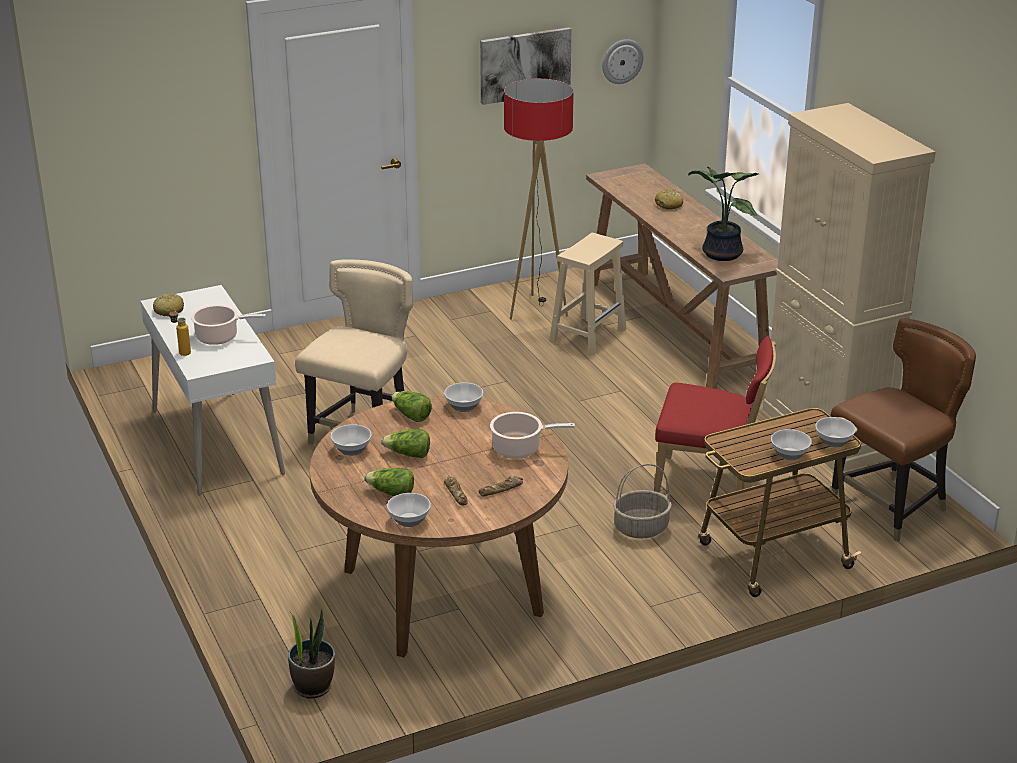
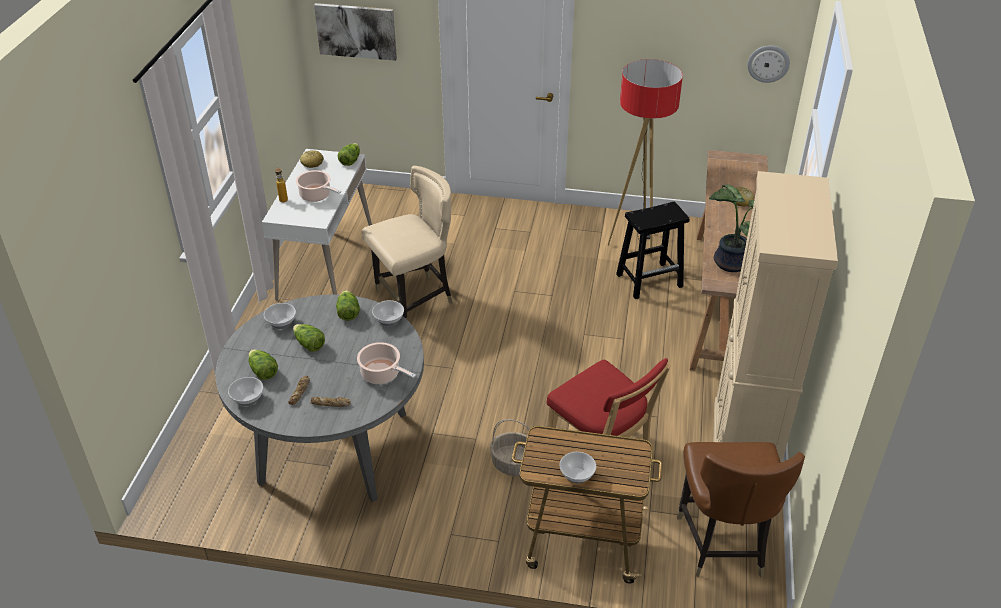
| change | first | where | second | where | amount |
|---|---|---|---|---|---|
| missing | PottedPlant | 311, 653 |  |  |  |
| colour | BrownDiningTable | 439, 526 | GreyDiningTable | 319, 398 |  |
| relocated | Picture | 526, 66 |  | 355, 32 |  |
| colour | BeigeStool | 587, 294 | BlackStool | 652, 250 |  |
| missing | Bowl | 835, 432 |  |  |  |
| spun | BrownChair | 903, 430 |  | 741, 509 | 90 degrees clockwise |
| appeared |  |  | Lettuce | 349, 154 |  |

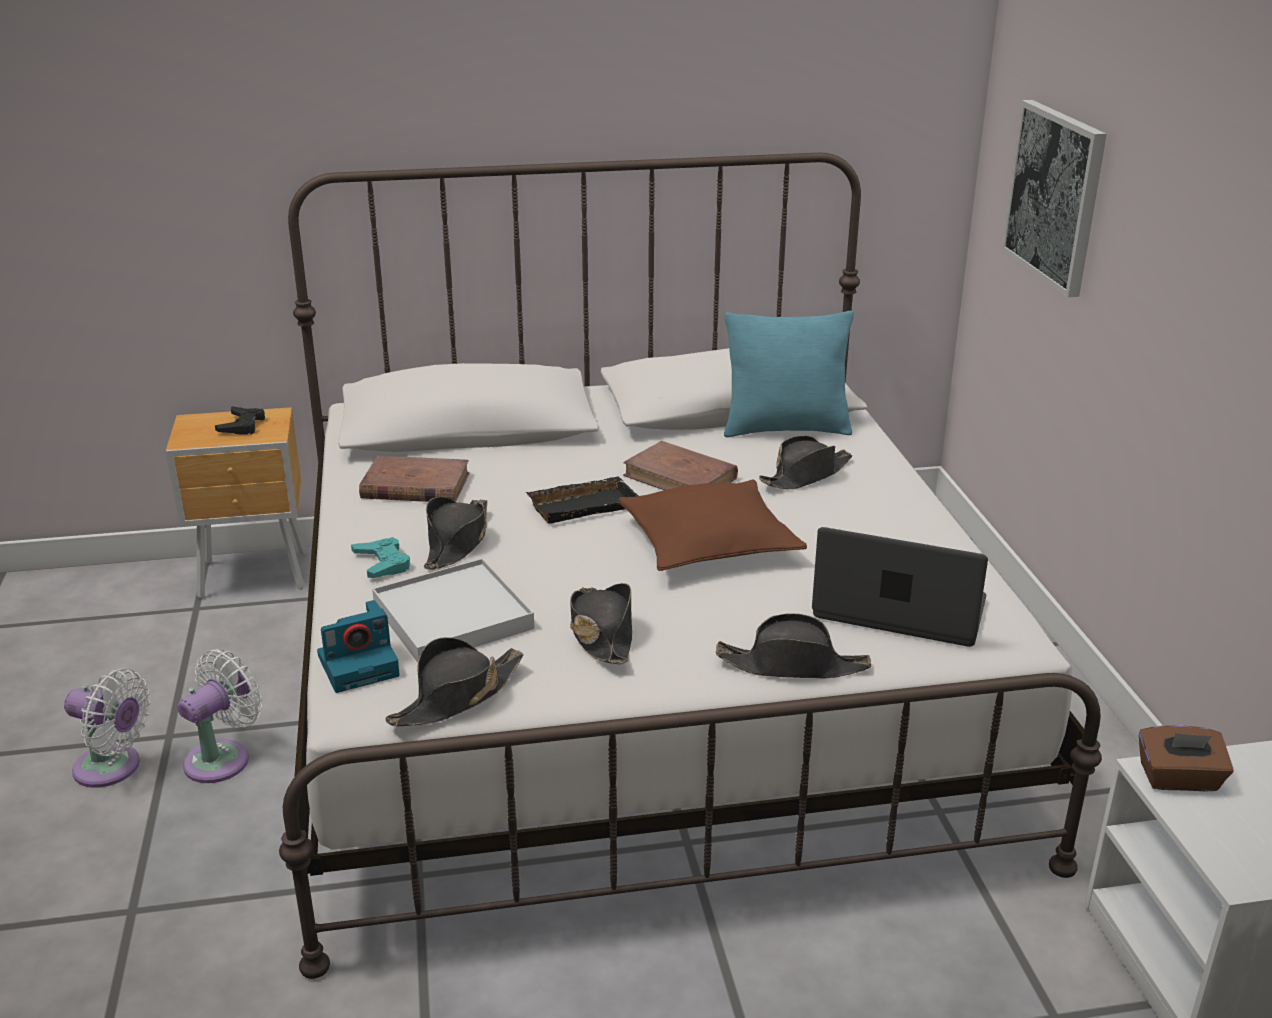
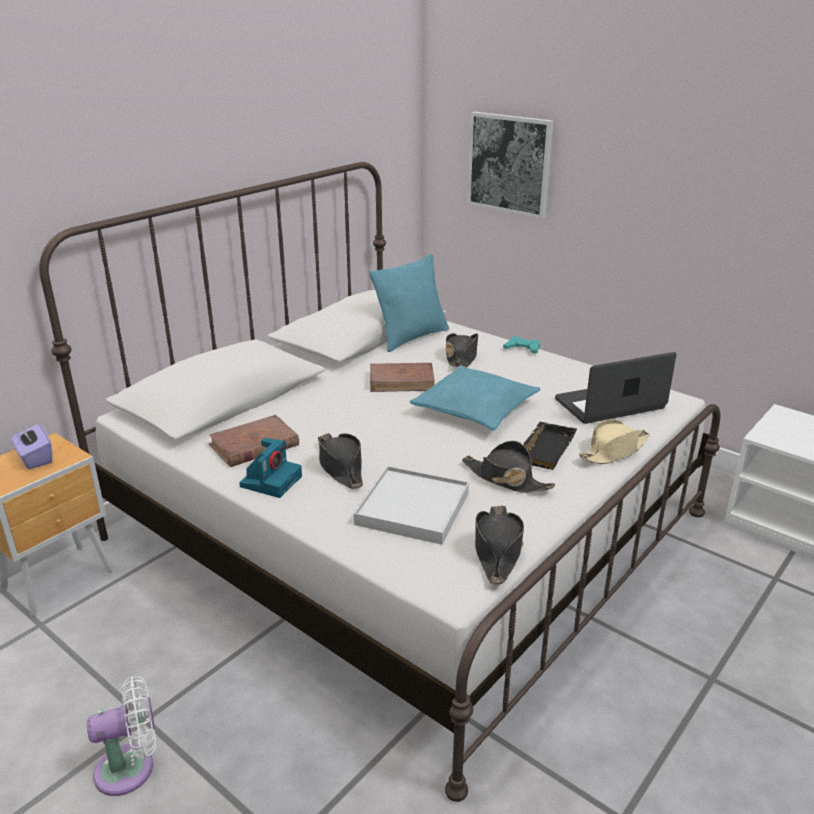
| change | first | where | second | where | amount |
|---|---|---|---|---|---|
| missing | WhiteFan | 220, 716 |  |  |  |
| exchanged | BlackGameController | 240, 420 | PurpleTissueBox | 32, 446 |  |
| relocated | PhotoCamera | 358, 646 |  | 270, 468 |  |
| relocated | TurquoiseGameController | 380, 557 |  | 521, 345 |  |
| relocated | BlackTray | 582, 499 |  | 550, 446 |  |
| colour | BrownPillow | 713, 525 | TurquoisePillow | 474, 398 |  |
| colour | BlackHat | 793, 646 | BeigeHat | 614, 441 |  |
| missing | BrownTissueBox | 1186, 758 |  |  |  |

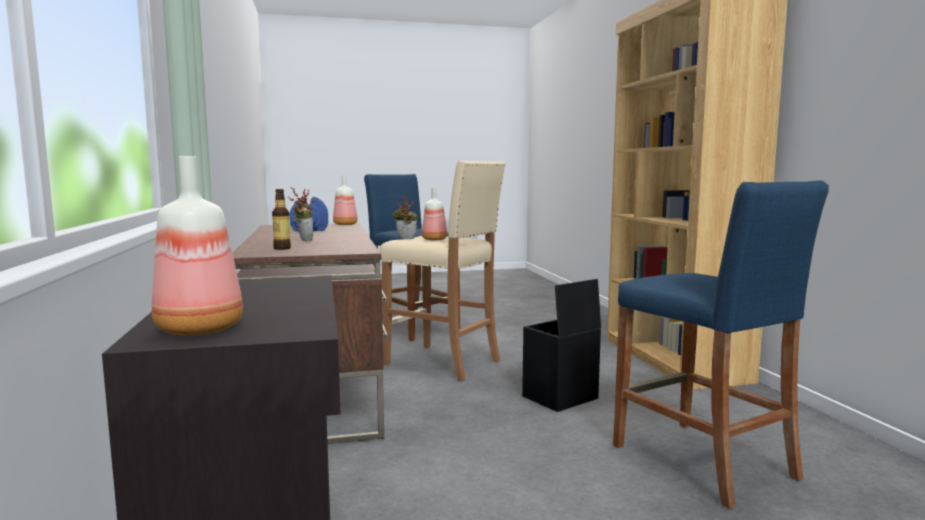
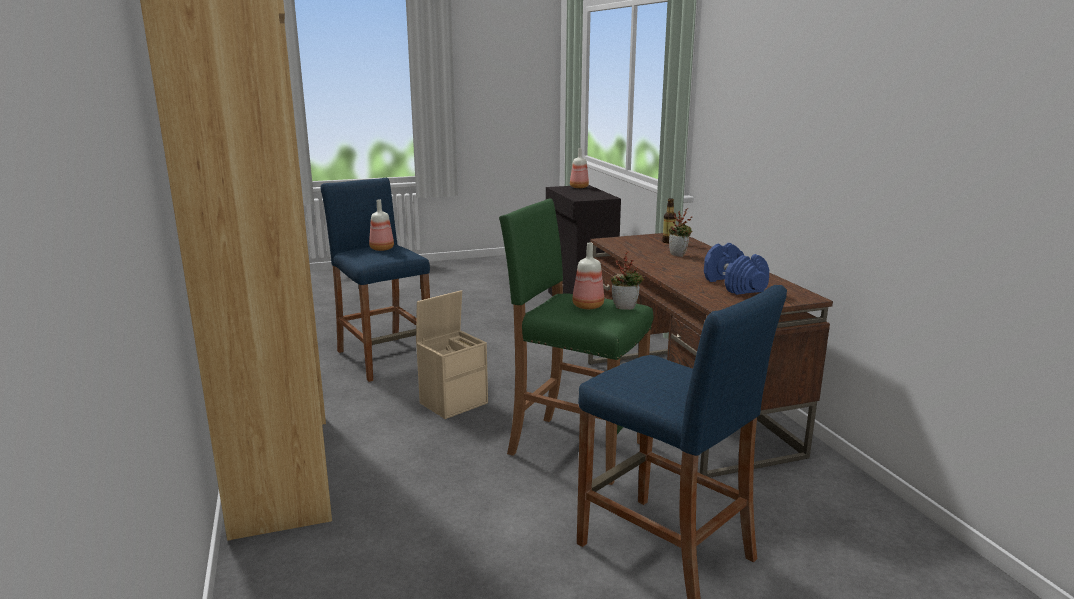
| change | first | where | second | where | amount |
|---|---|---|---|---|---|
| relocated | Bottle | 345, 200 |  | 381, 225 |  |
| colour | BeigeStool | 442, 271 | GreenStool | 576, 342 |  |
| colour | BlackStorageBox | 561, 345 | BeigeStorageBox | 452, 354 |  |

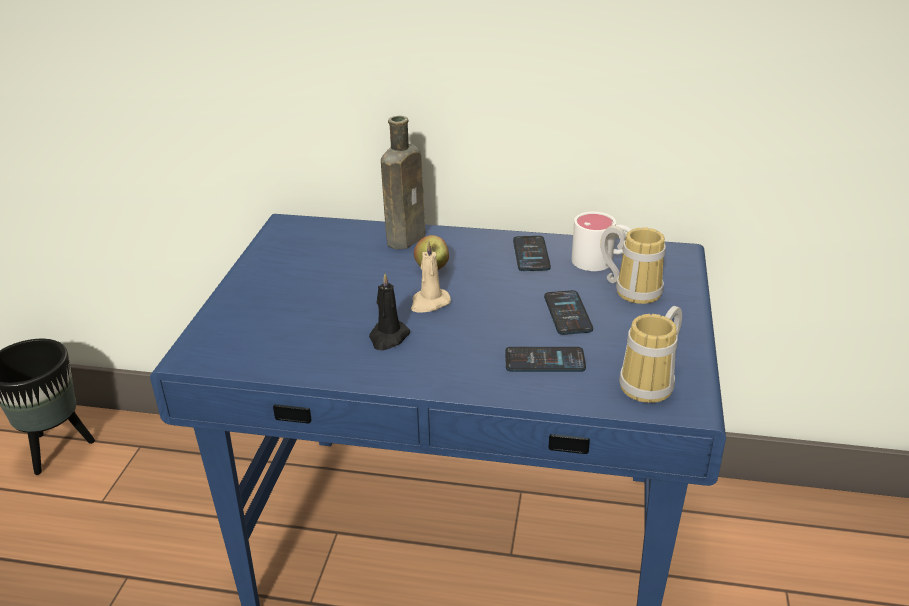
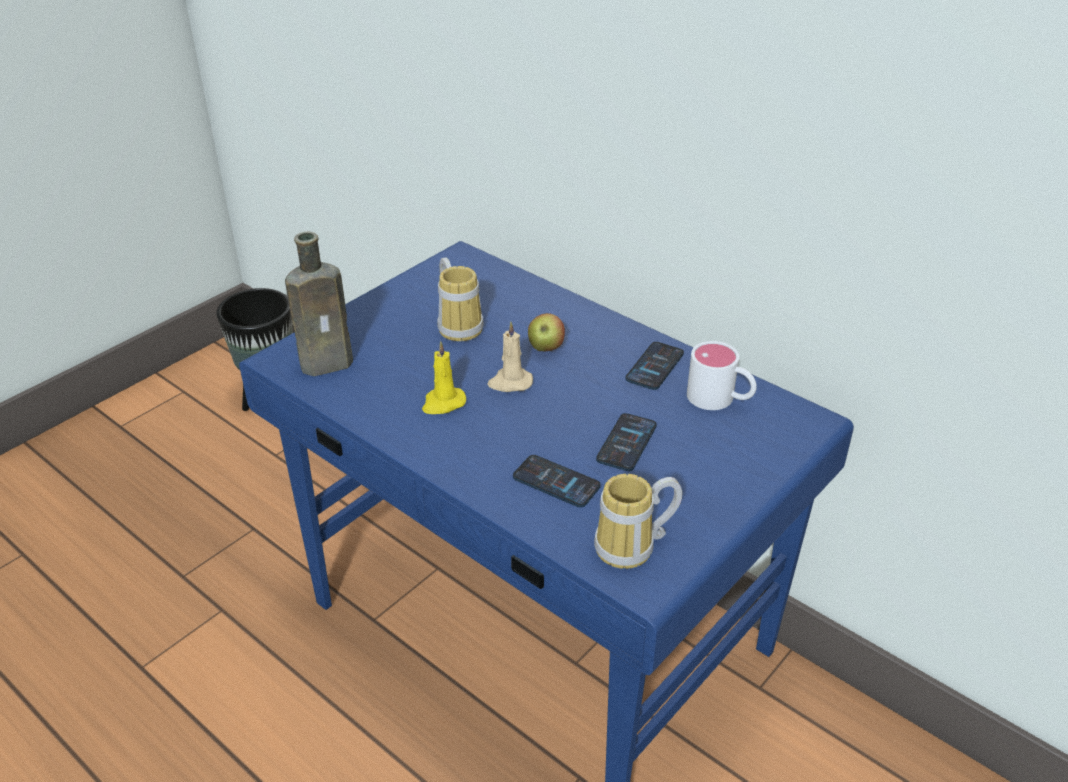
| change | first | where | second | where | amount |
|---|---|---|---|---|---|
| colour | BlackCandle | 389, 311 | YellowCandle | 444, 377 |  |
| relocated | BrownBottle | 403, 182 |  | 319, 304 |  |
| relocated | Mug | 633, 264 |  | 461, 299 |  |

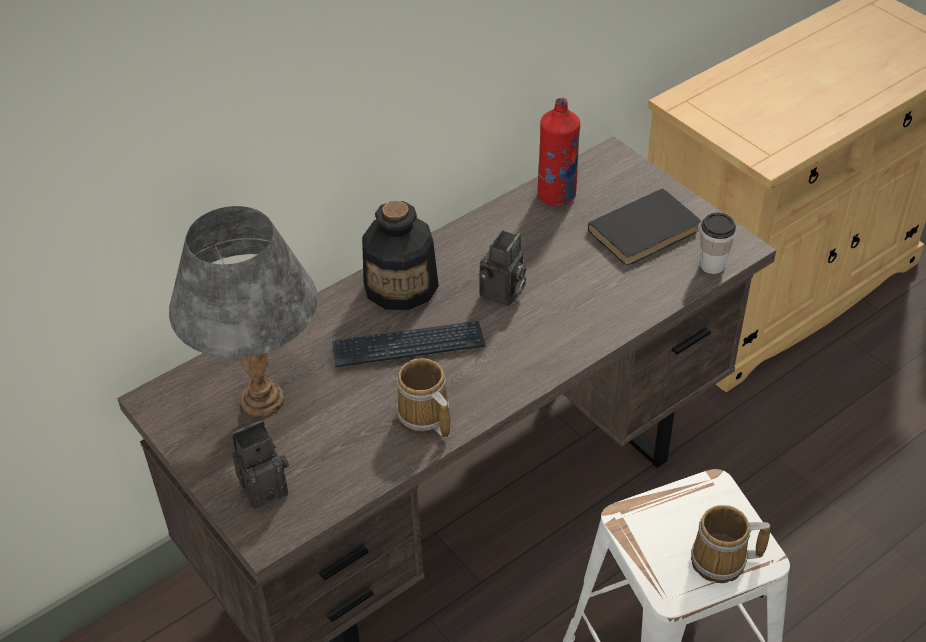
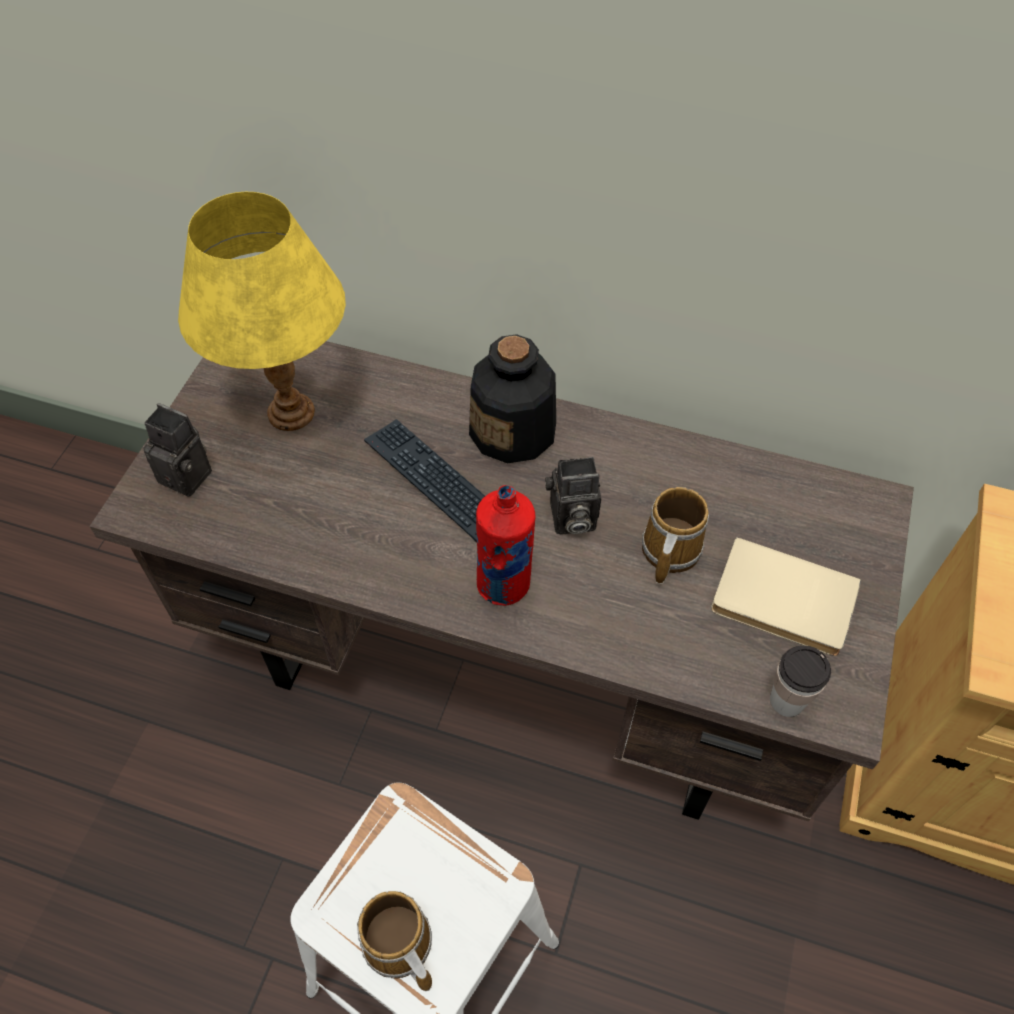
| change | first | where | second | where | amount |
|---|---|---|---|---|---|
| colour | GreyTableLamp | 243, 311 | YellowTableLamp | 262, 311 |  |
| relocated | Mug | 423, 398 |  | 675, 535 |  |
| relocated | RedBottle | 558, 152 |  | 506, 545 |  |
| colour | BlackBook | 644, 226 | BeigeBook | 786, 596 |  |

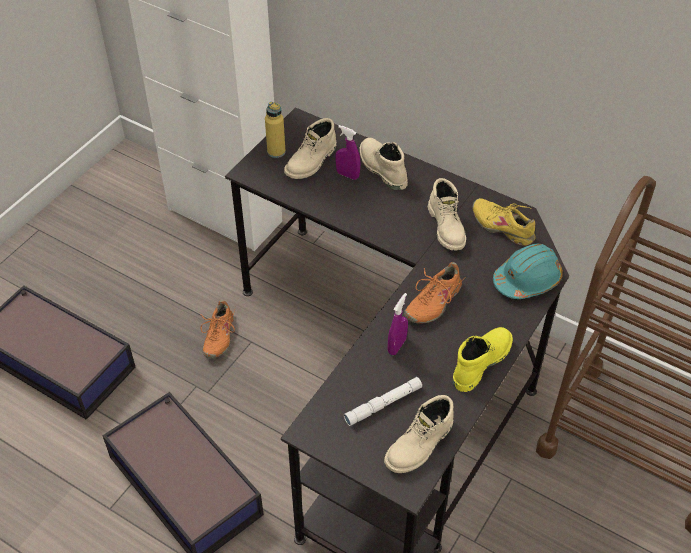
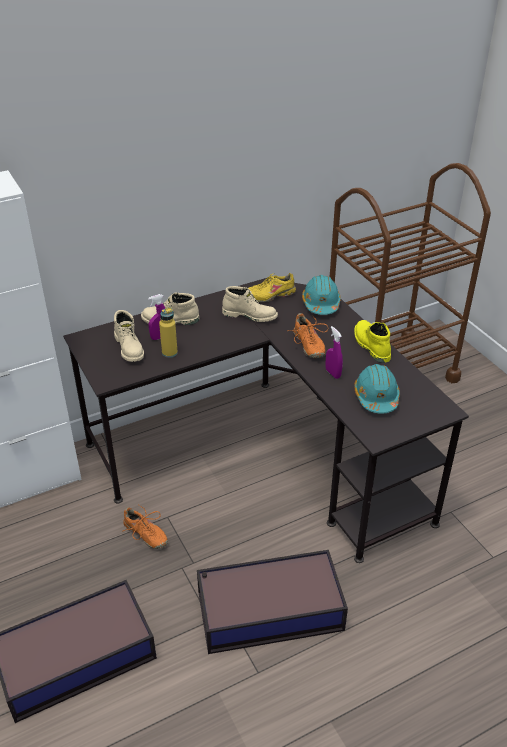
| change | first | where | second | where | amount |
|---|---|---|---|---|---|
| relocated | YellowBottle | 275, 130 |  | 168, 332 |  |
| exchanged | WhiteFlashlight | 383, 401 | TurquoiseHardHat | 377, 389 |  |
| missing | BeigeBoot | 419, 434 |  |  |  |

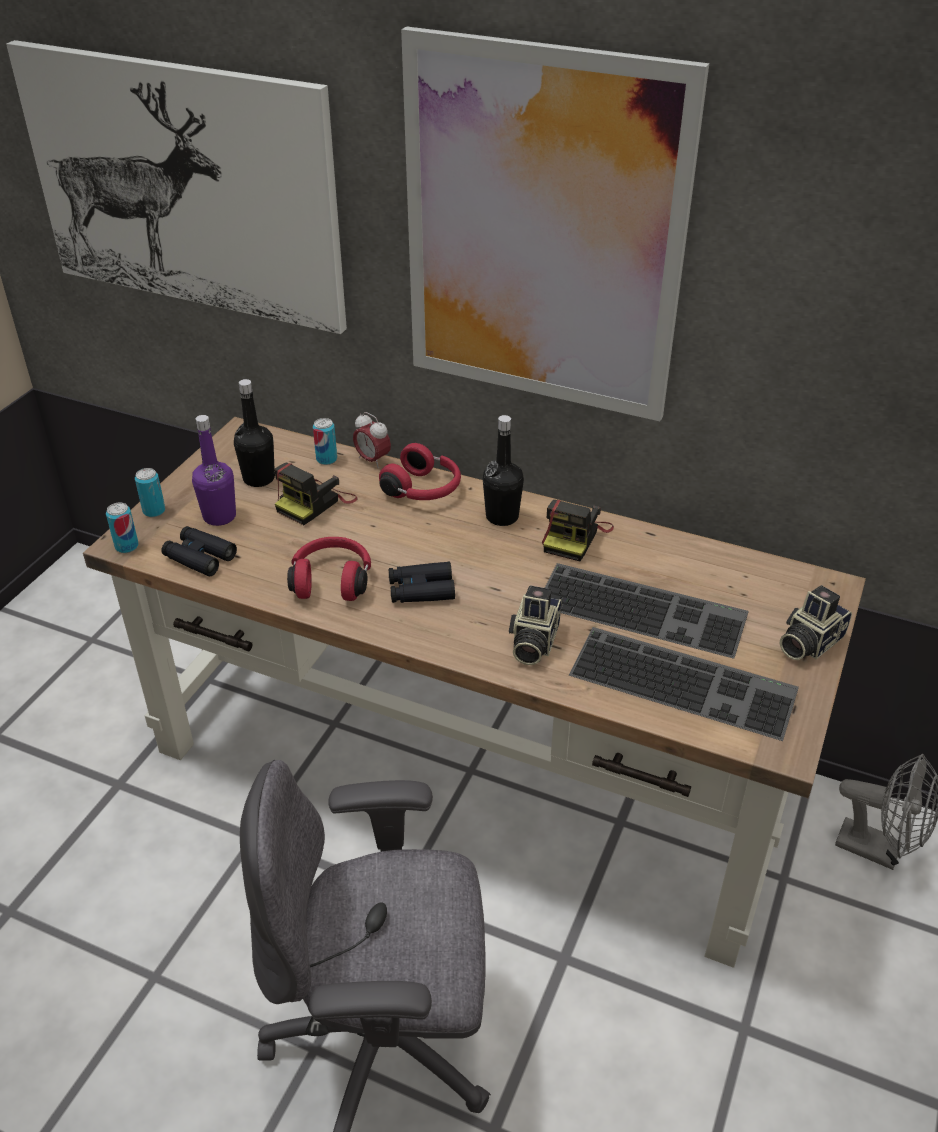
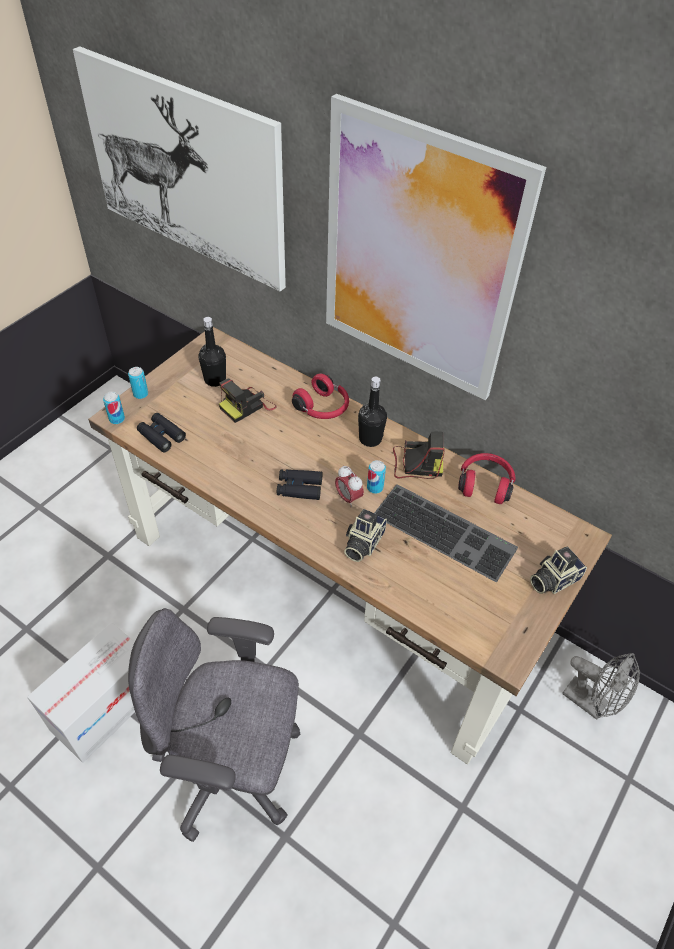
| change | first | where | second | where | amount |
|---|---|---|---|---|---|
| missing | PurpleBottle | 214, 470 |  |  |  |
| relocated | RedHeadphones | 329, 569 |  | 486, 478 |  |
| relocated | Can | 325, 441 |  | 376, 477 |  |
| relocated | AlarmClock | 372, 440 |  | 349, 486 |  |
| spun | PhotoCamera | 578, 530 |  | 419, 455 | 120 degrees counterclockwise |
| missing | Keyboard | 684, 684 |  |  |  |
| appeared |  |  | CardboardBox | 81, 692 |  |

